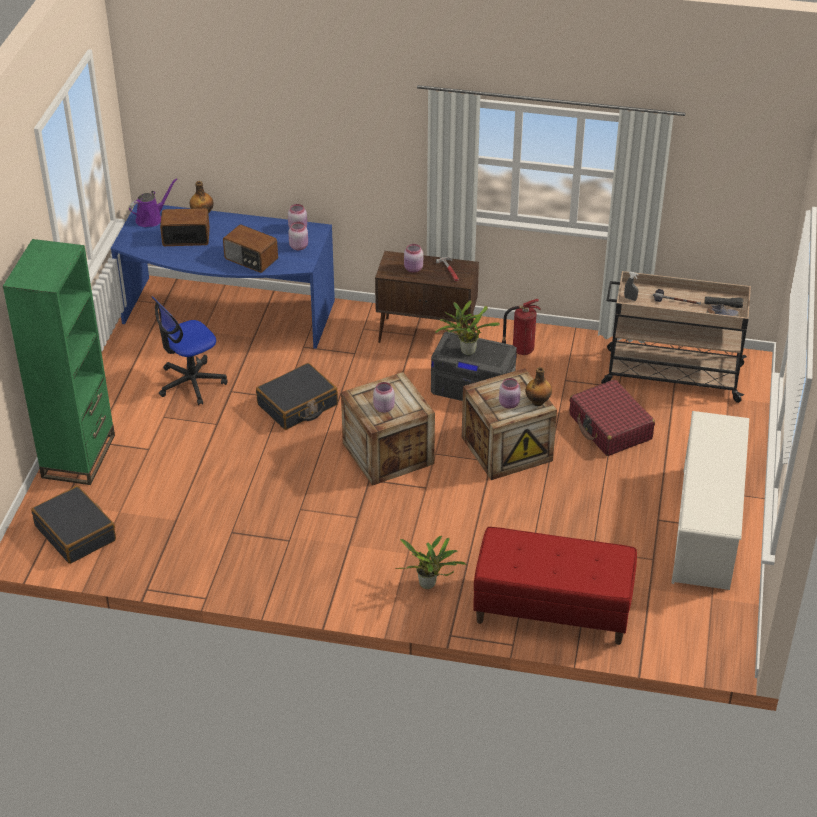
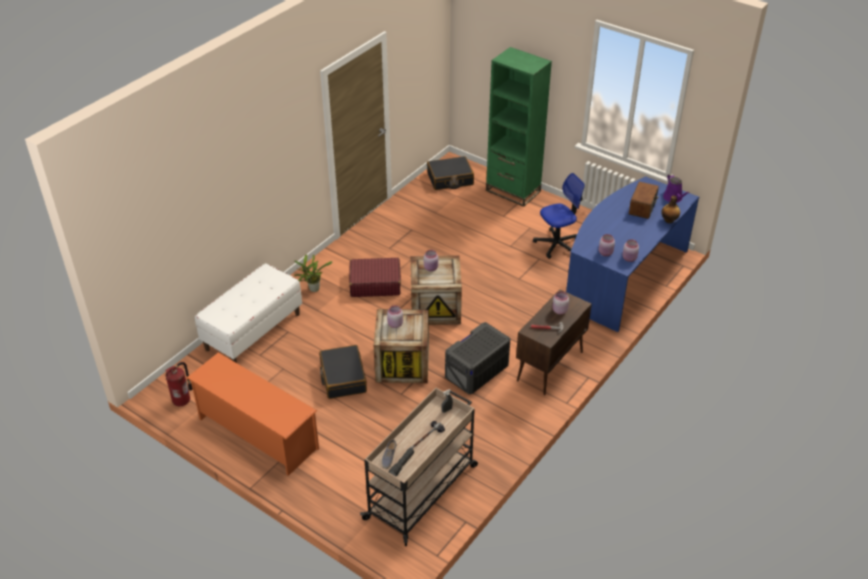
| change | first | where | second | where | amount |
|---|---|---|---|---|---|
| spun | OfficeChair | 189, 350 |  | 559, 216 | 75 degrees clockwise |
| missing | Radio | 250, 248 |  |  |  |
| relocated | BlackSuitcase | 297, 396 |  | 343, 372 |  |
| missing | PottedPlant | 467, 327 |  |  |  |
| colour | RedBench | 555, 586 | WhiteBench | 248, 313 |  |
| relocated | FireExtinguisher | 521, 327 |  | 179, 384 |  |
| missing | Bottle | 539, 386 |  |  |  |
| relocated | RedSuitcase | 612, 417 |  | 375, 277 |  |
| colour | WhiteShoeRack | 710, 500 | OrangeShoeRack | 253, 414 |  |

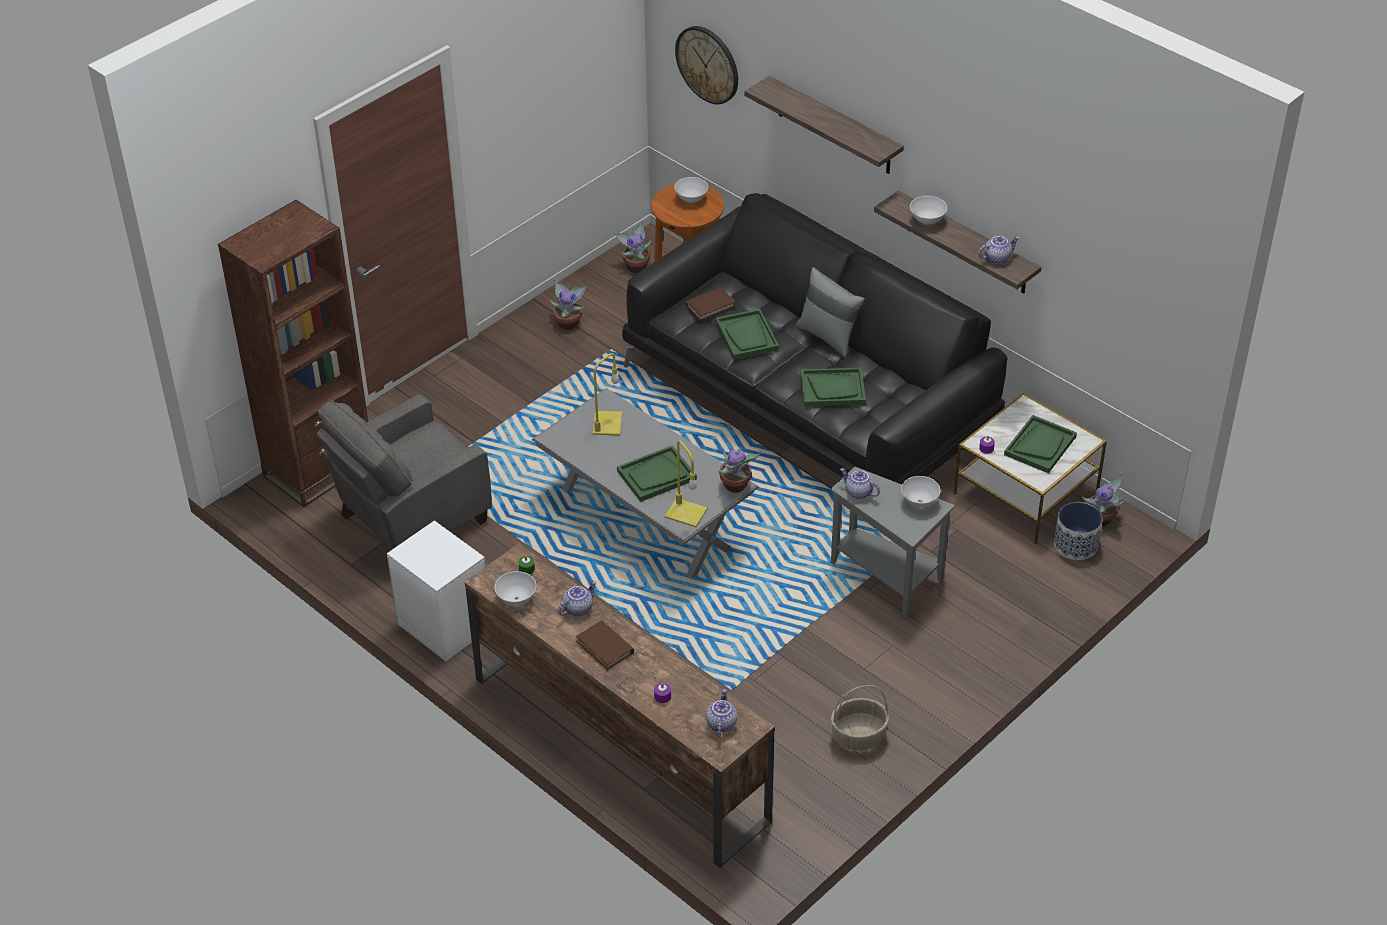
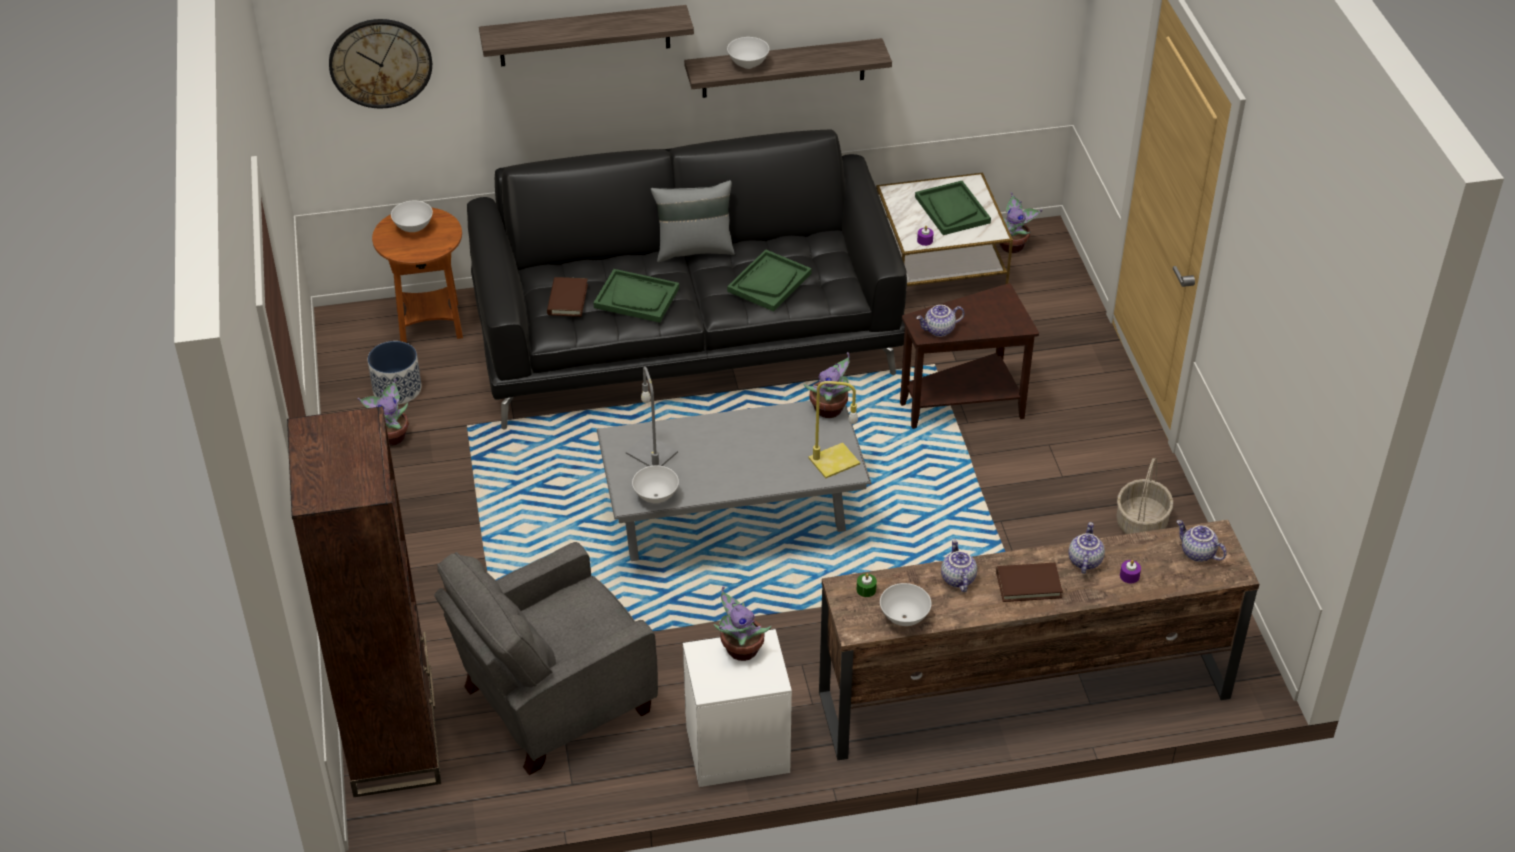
| change | first | where | second | where | amount |
|---|---|---|---|---|---|
| spun | GreyArmchair | 404, 472 |  | 546, 659 | 60 degrees clockwise |
| colour | YellowTableLamp | 607, 394 | GreyTableLamp | 652, 416 |  |
| relocated | PottedPlant | 632, 247 |  | 743, 623 |  |
| missing | GreenTray | 657, 473 |  |  |  |
| colour | GreySideTable | 893, 542 | BrownSideTable | 969, 356 |  |
| relocated | WhiteBowl | 921, 492 |  | 655, 484 |  |
| relocated | Teapot | 998, 250 |  | 1087, 548 |  |
| relocated | Planter | 1078, 531 |  | 395, 373 |  |

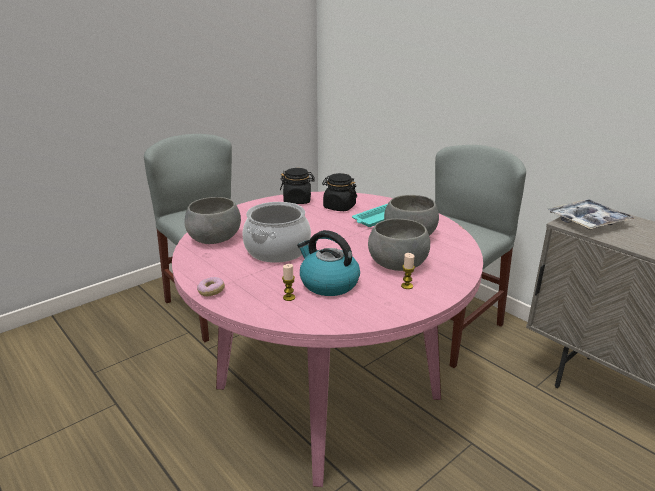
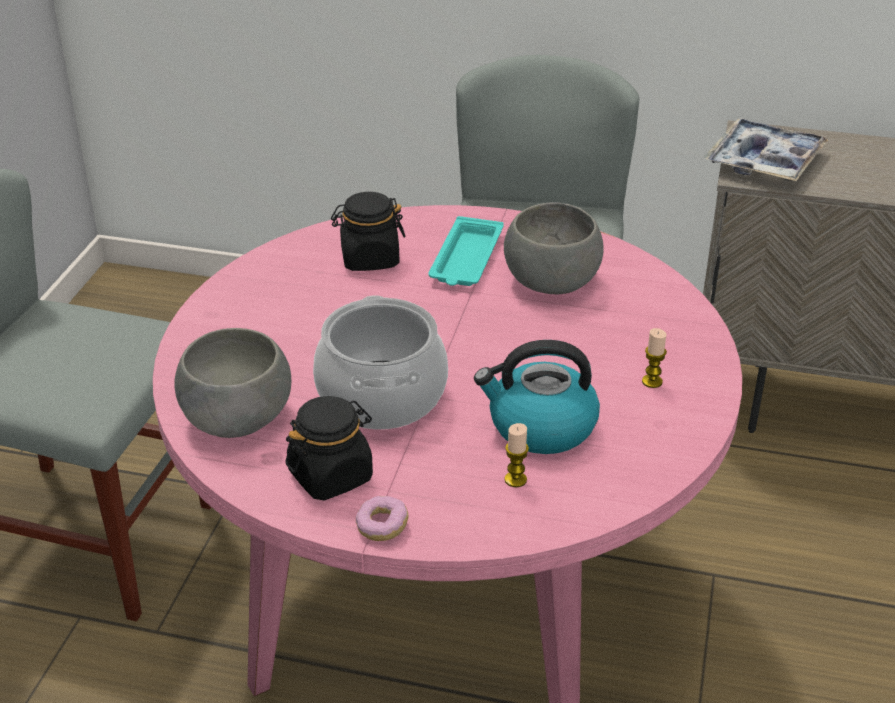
| change | first | where | second | where | amount |
|---|---|---|---|---|---|
| relocated | BlackJar | 297, 186 |  | 329, 448 |  |
| missing | GreyBowl | 399, 245 |  |  |  |

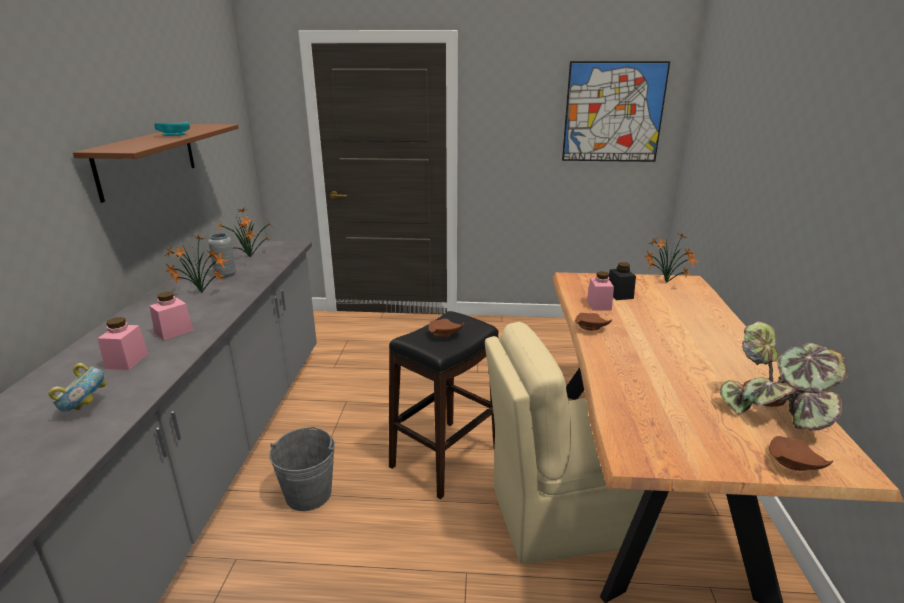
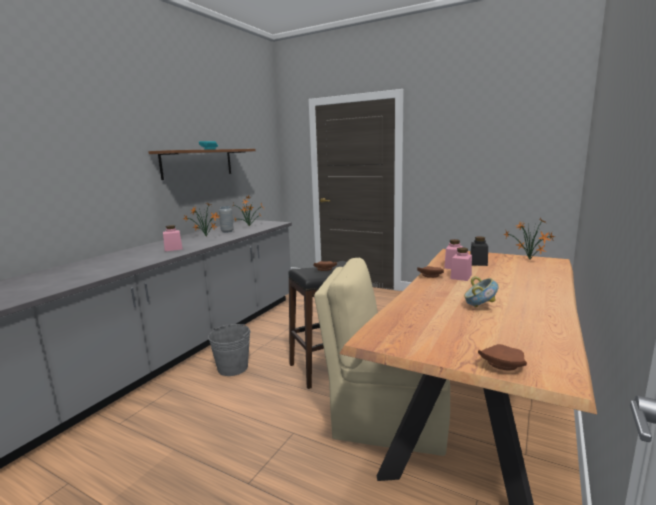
| change | first | where | second | where | amount |
|---|---|---|---|---|---|
| relocated | Bowl | 77, 387 |  | 481, 291 |  |
| relocated | PinkJar | 123, 343 |  | 461, 264 |  |
| missing | Picture | 616, 111 |  |  |  |
| missing | PottedPlant | 784, 376 |  |  |  |

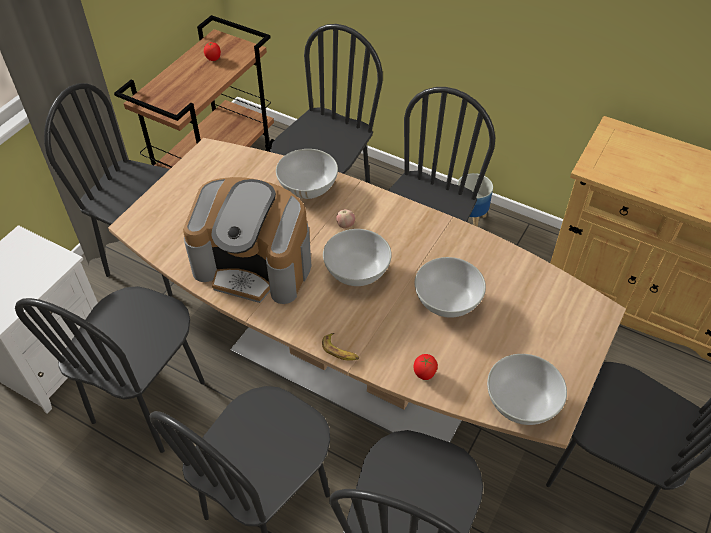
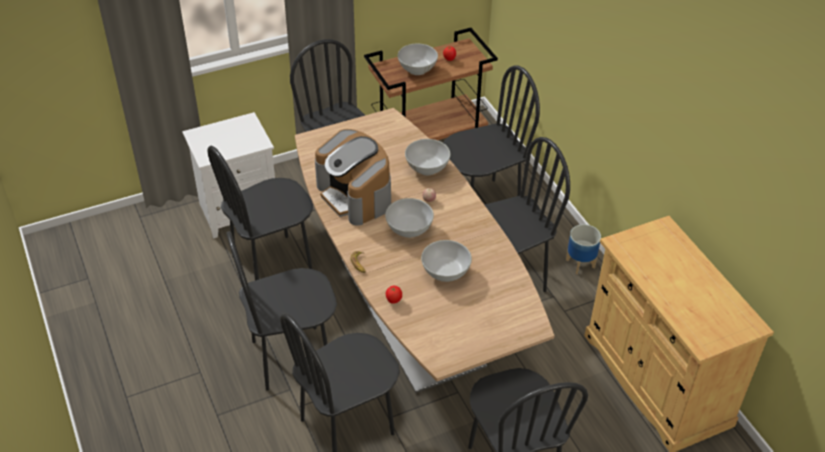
| change | first | where | second | where | amount |
|---|---|---|---|---|---|
| relocated | WhiteBowl | 527, 389 |  | 418, 59 |  |

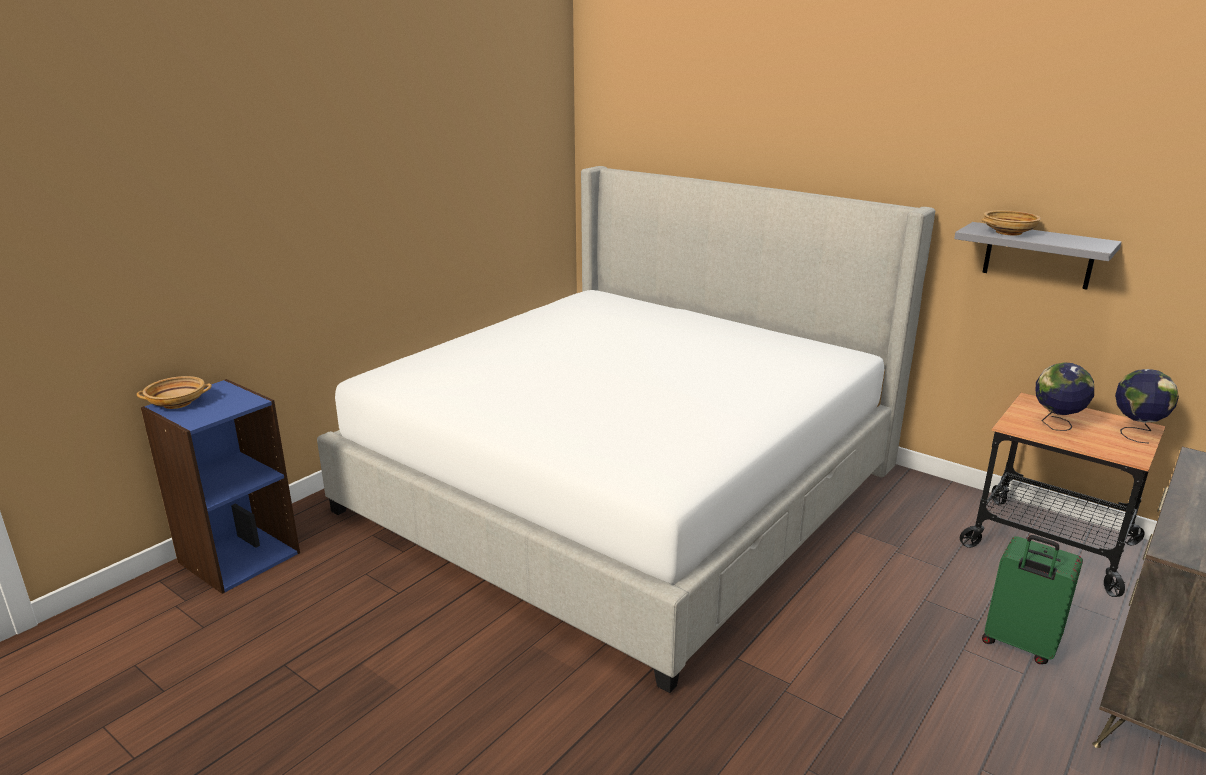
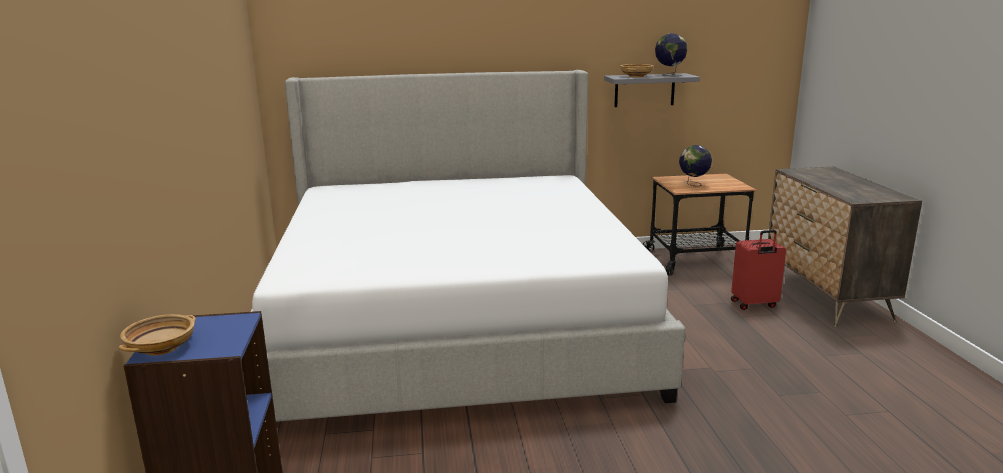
| change | first | where | second | where | amount |
|---|---|---|---|---|---|
| colour | GreenSuitcase | 1032, 599 | RedSuitcase | 758, 270 |  |
| relocated | Globe | 1147, 406 |  | 671, 54 |  |

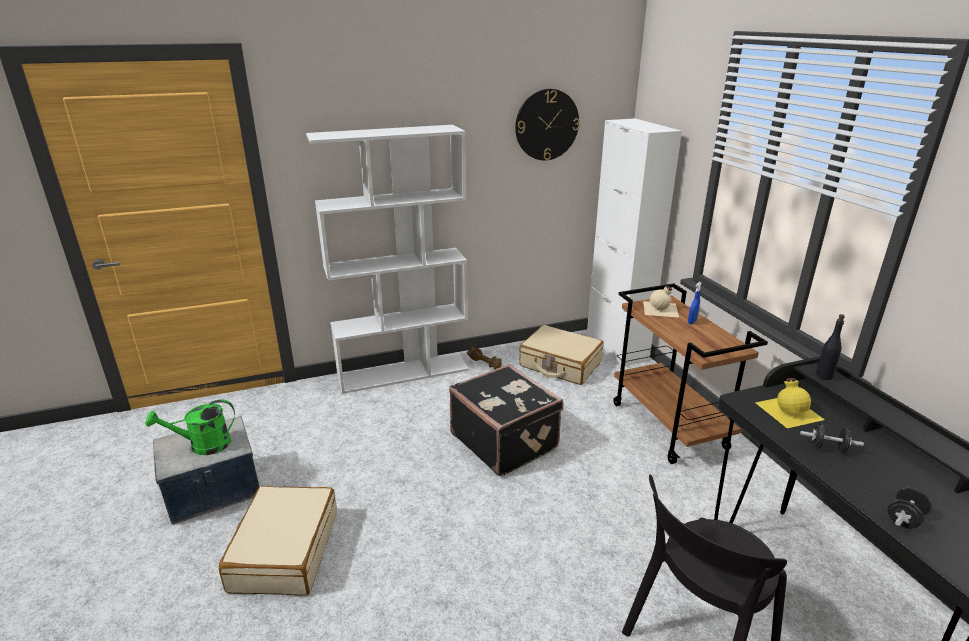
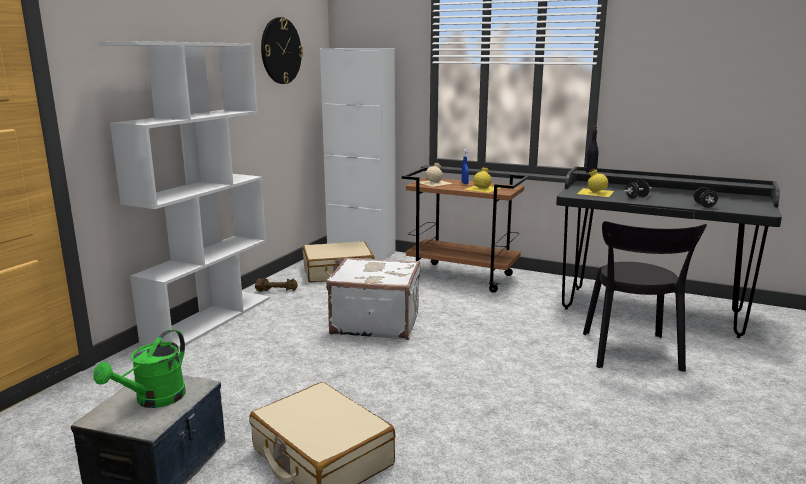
| change | first | where | second | where | amount |
|---|---|---|---|---|---|
| colour | BlackSuitcase | 506, 420 | WhiteSuitcase | 373, 298 |  |
| appeared |  |  | YellowBottle | 482, 180 |  |

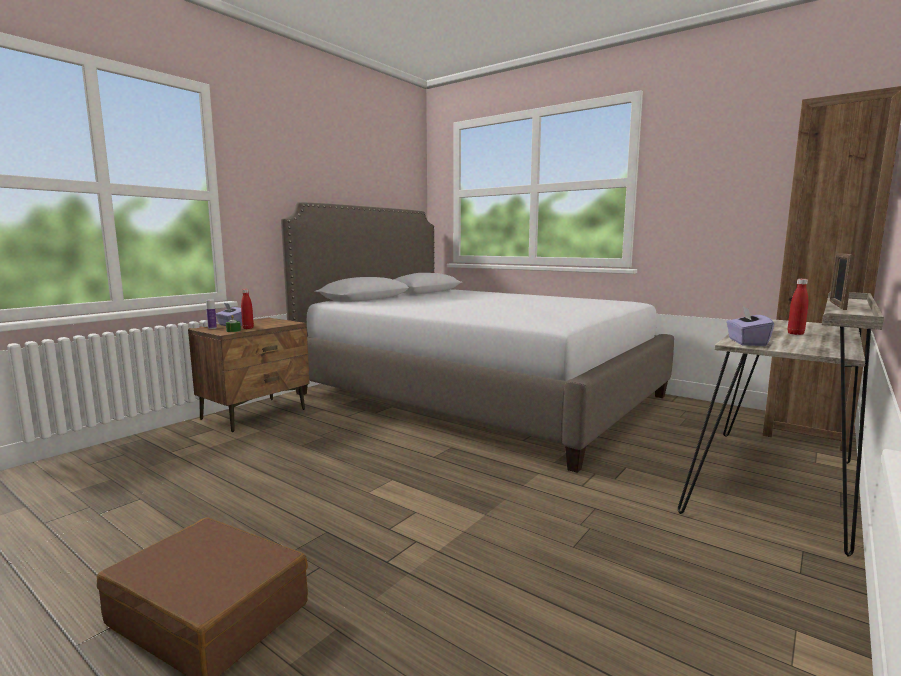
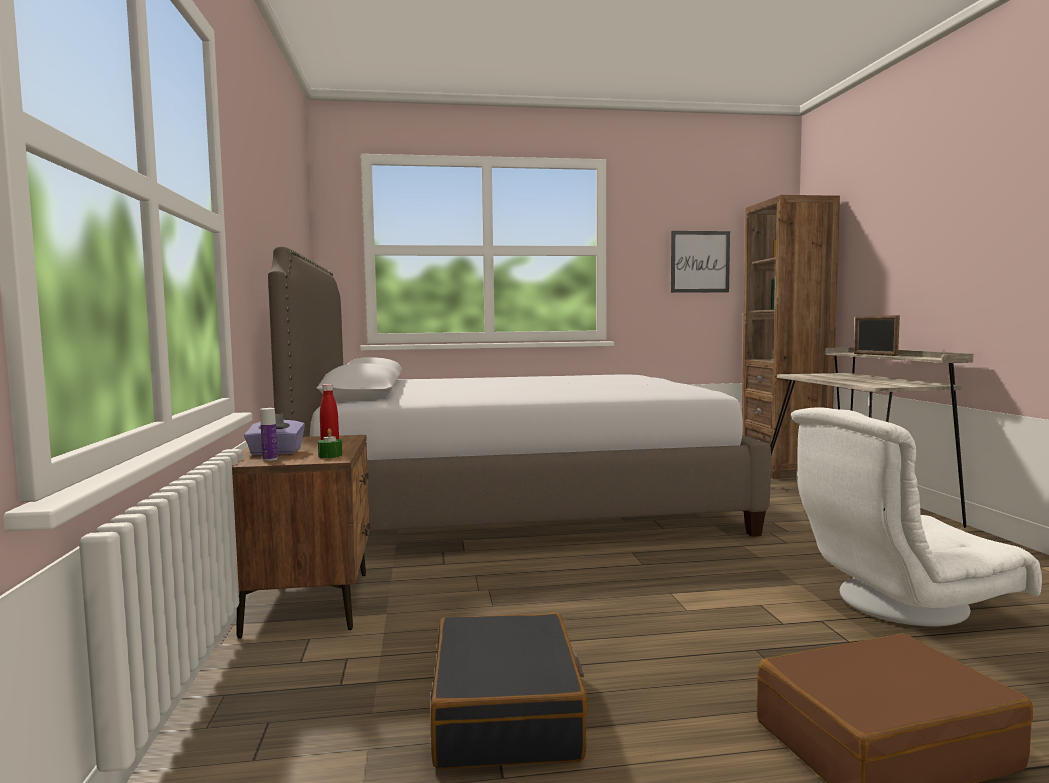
| change | first | where | second | where | amount |
|---|---|---|---|---|---|
| missing | PurpleTissueBox | 750, 326 |  |  |  |
| missing | RedBottle | 798, 307 |  |  |  |
| appeared |  |  | BlackSuitcase | 509, 691 |  |
| appeared |  |  | Picture | 700, 262 |  |
| appeared |  |  | WhiteArmchair | 916, 517 |  |

